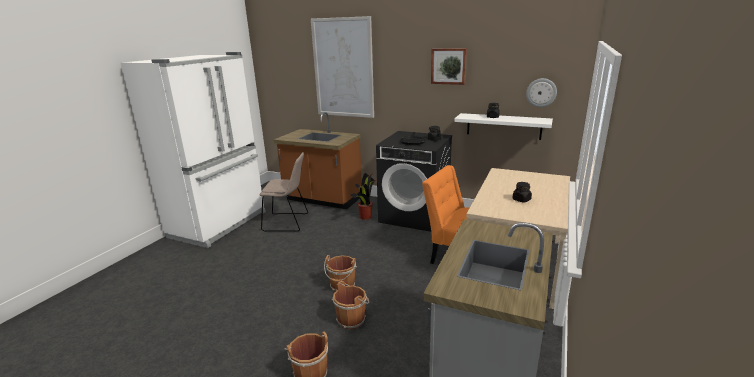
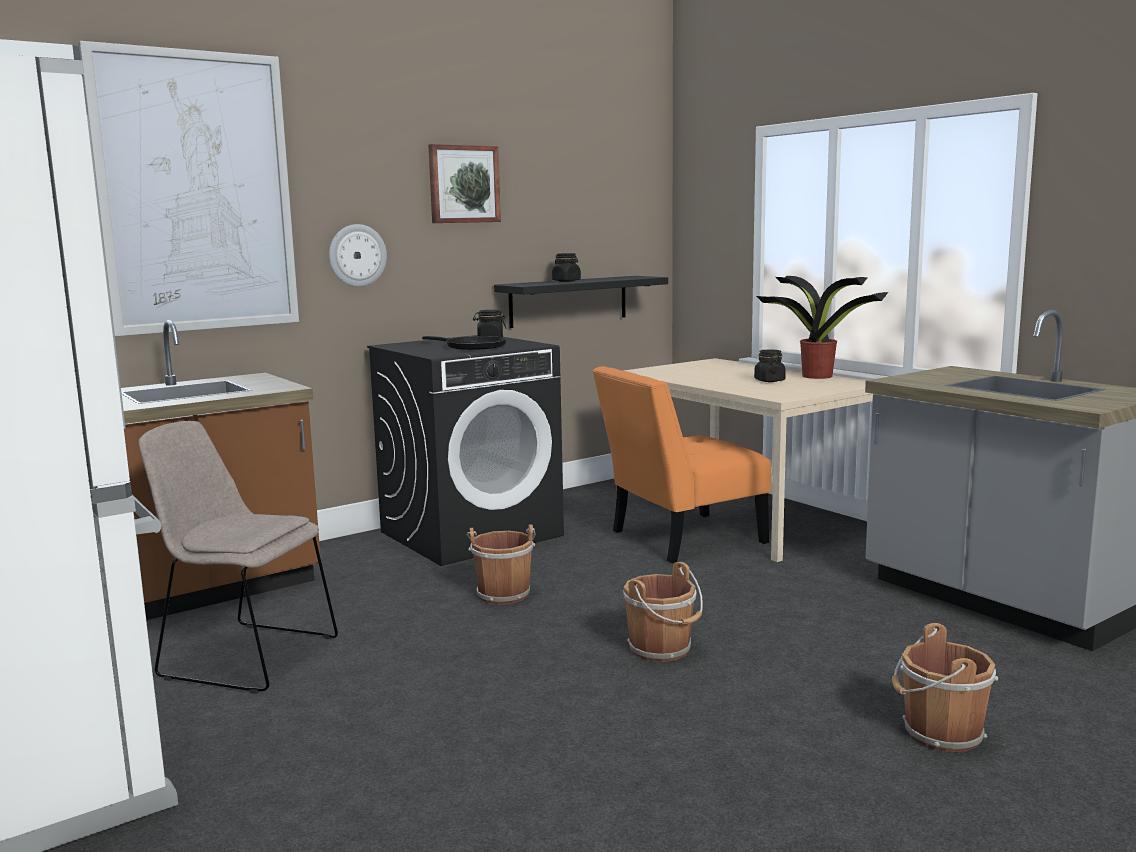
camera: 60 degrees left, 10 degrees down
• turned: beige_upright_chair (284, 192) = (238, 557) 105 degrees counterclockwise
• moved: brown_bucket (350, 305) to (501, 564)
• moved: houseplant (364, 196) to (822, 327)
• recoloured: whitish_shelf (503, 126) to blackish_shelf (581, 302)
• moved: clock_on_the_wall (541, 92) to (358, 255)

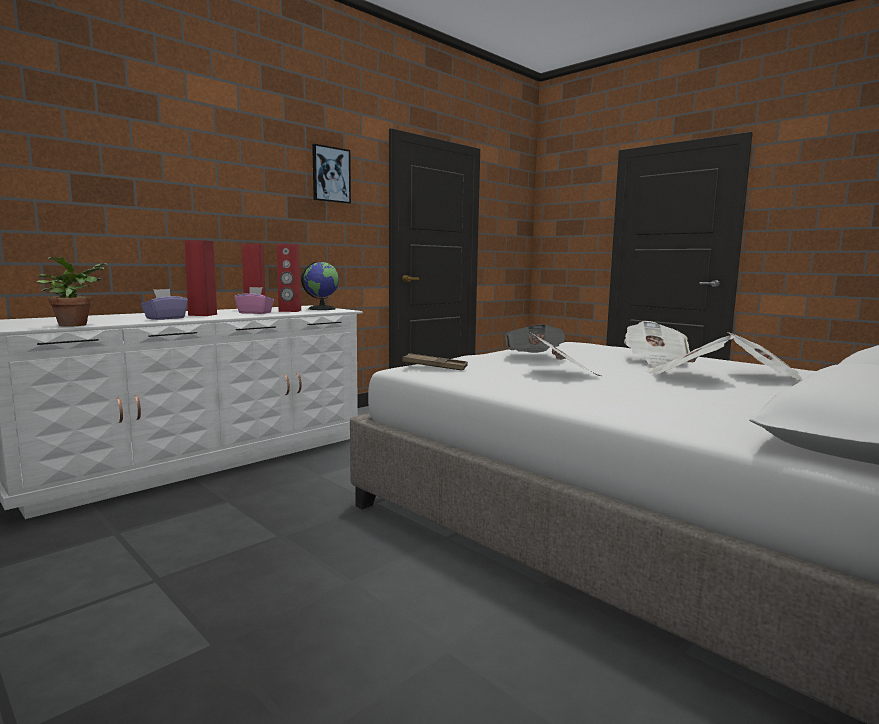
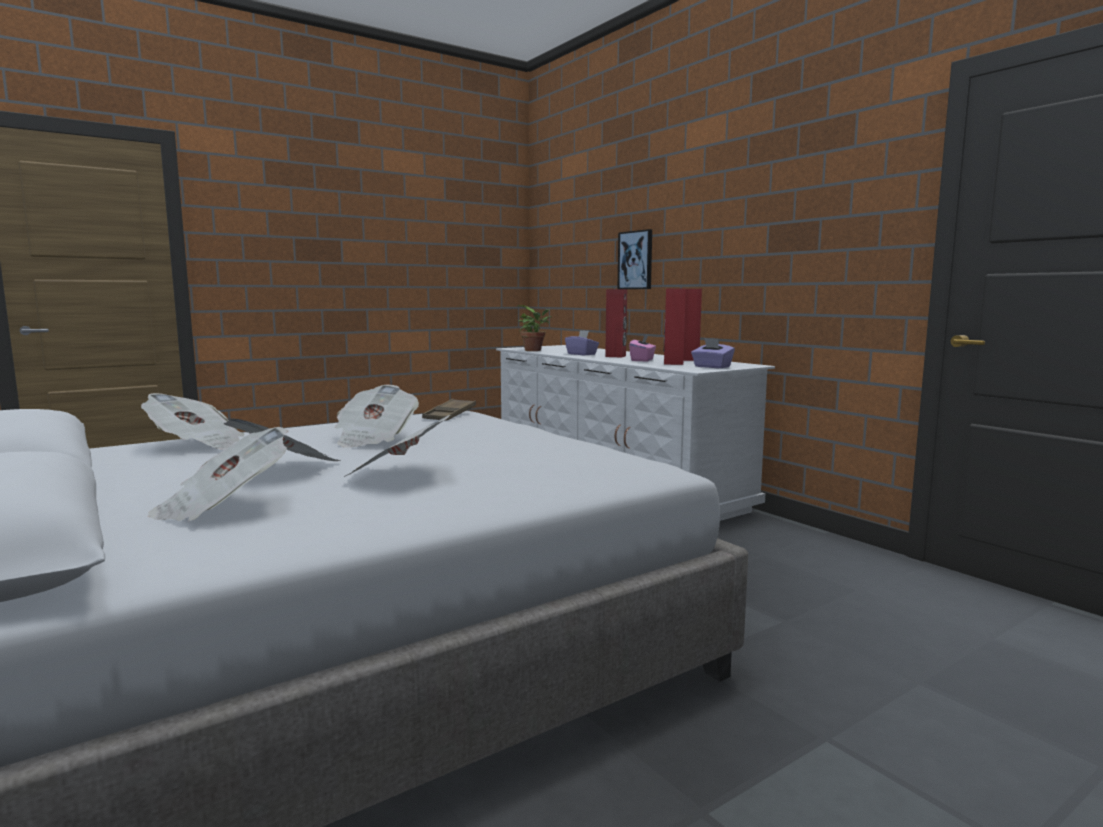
camera: 100 degrees right, 0 degrees up
• replaced: globe (320, 286) to purple_tissue_box (713, 353)
• moved: wall_art (331, 174) to (635, 259)
• moved: daily_paper (535, 338) to (193, 421)

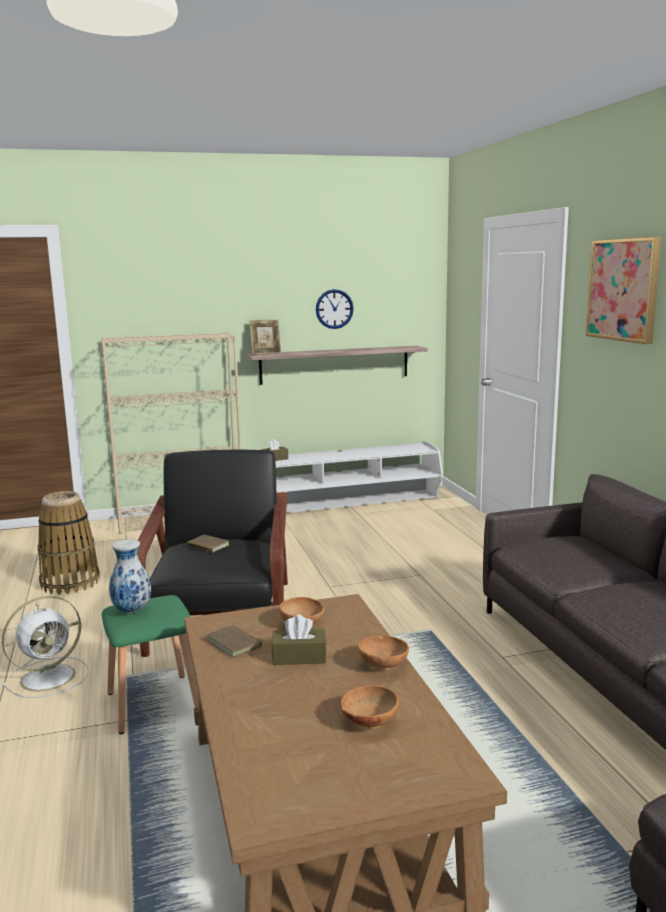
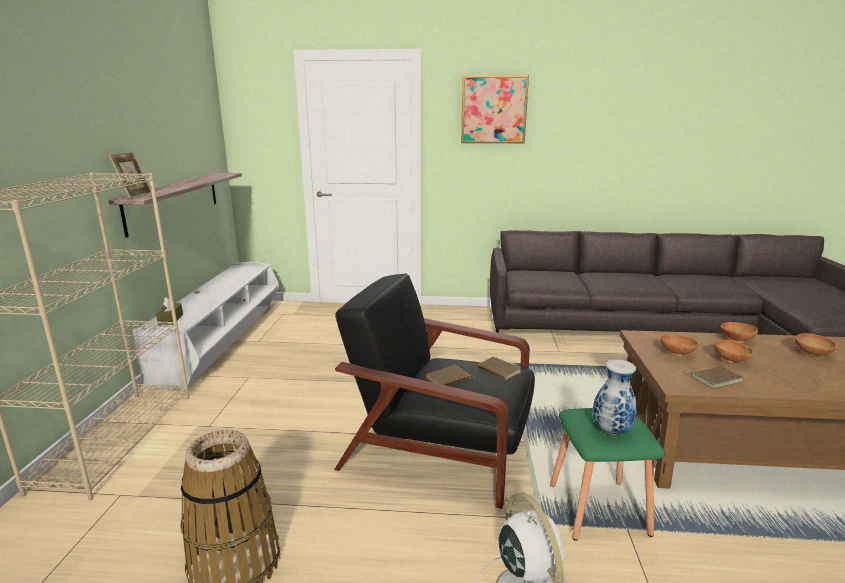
camera: 70 degrees left, 5 degrees up
• replaced: brown_tissue_box (299, 640) to brown_bowl (734, 351)
• removed: clock_on_the_wall (335, 309)
• added: brown_volume (499, 368)

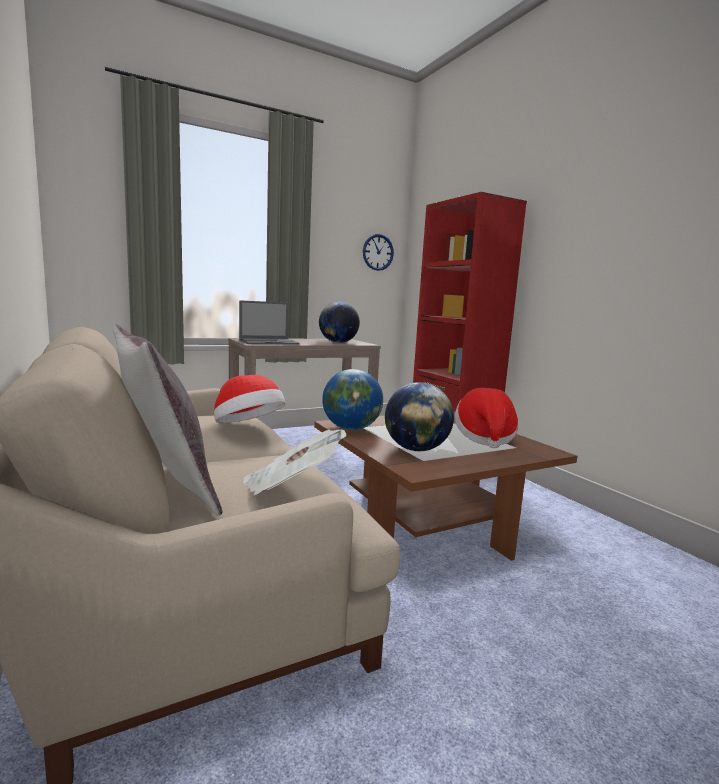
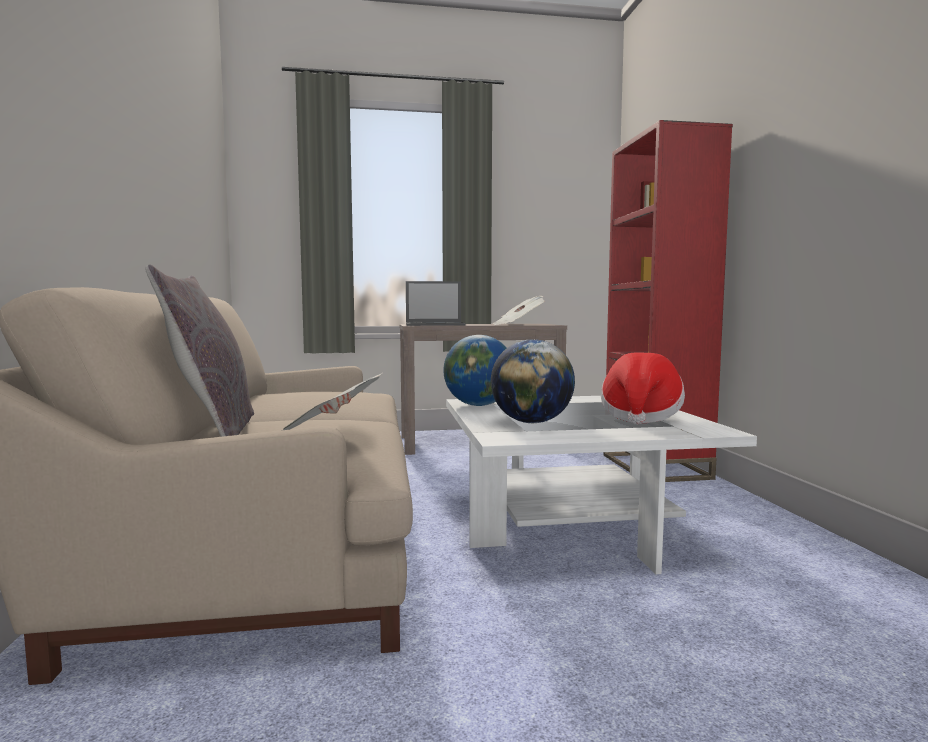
camera: 20 degrees right, 5 degrees down
• removed: wearable_hat (250, 399)
• recoloured: brown_low_table (446, 486) to whitish_low_table (601, 485)
• replaced: globe (339, 322) to daily_paper (518, 310)
• removed: clock_on_the_wall (378, 252)

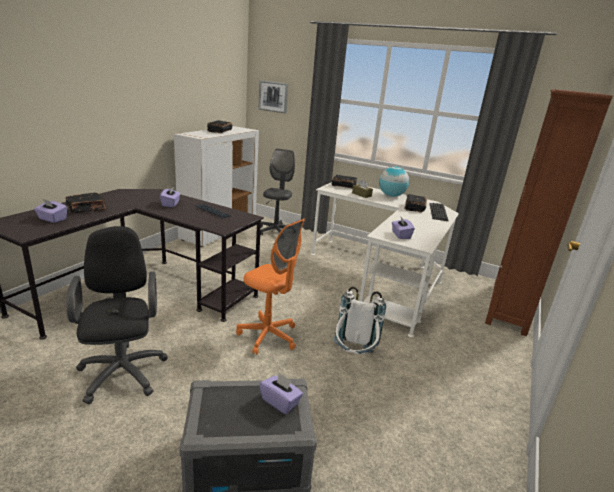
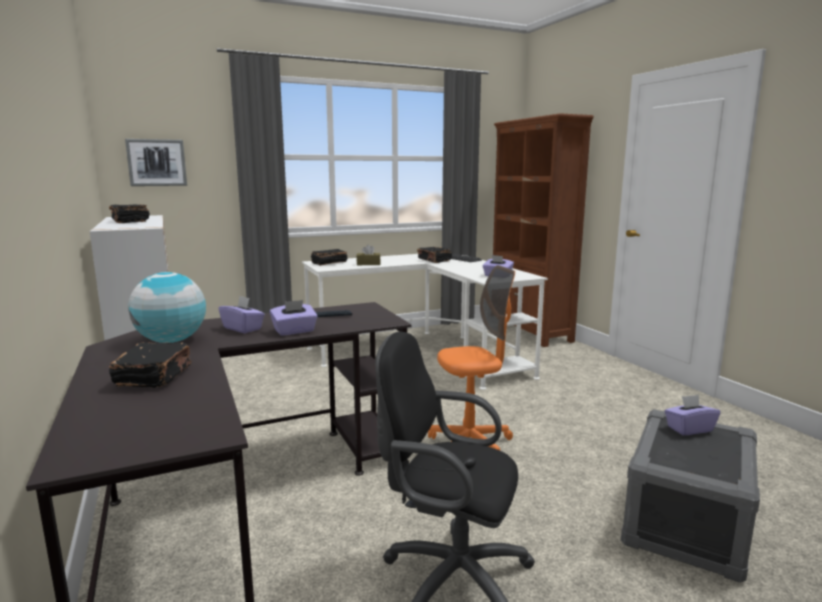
camera: 50 degrees left, 10 degrees down
• moved: purple_tissue_box (50, 211) to (294, 318)
• removed: greyish_computer_chair (277, 192)
• removed: whitish_backpack (359, 320)
• moved: globe (394, 182) to (167, 307)

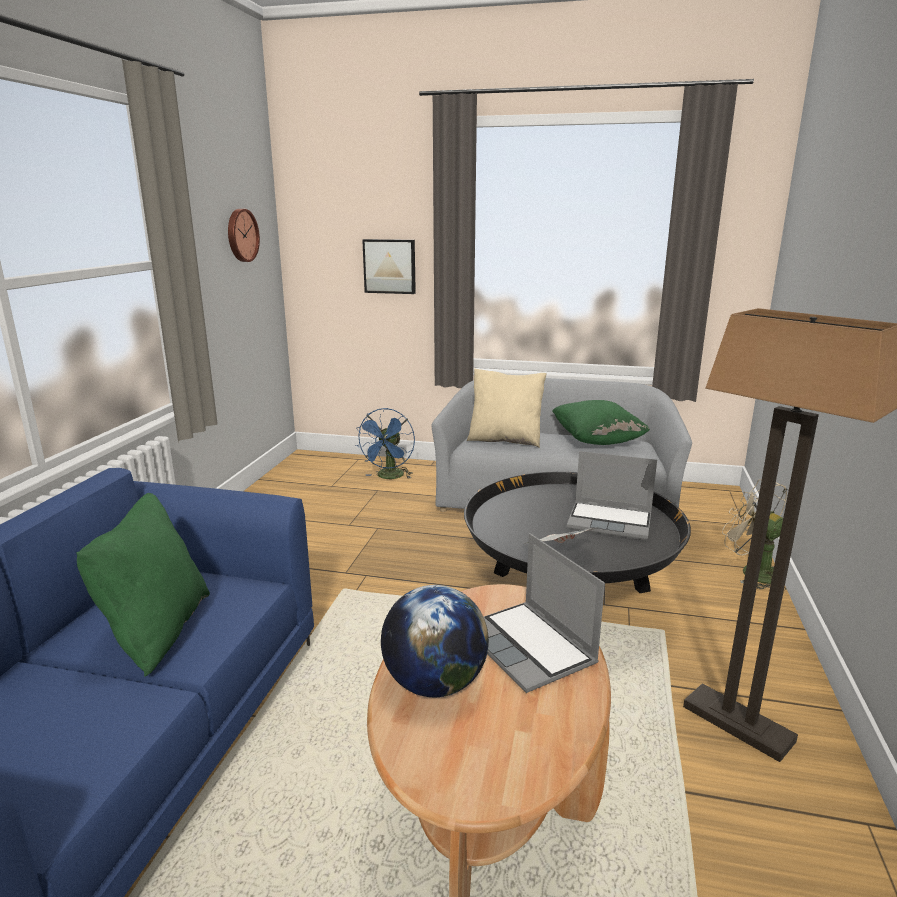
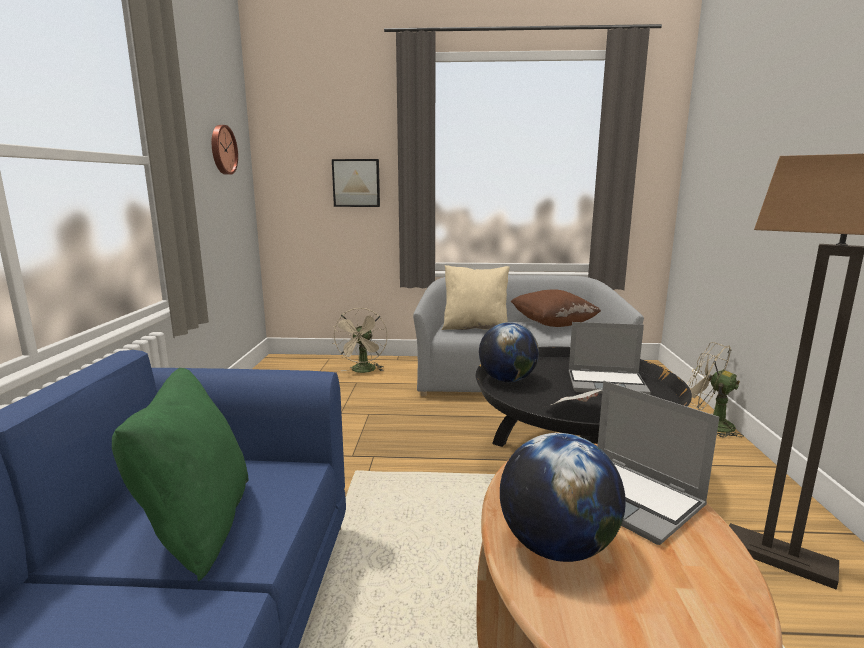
camera: 10 degrees left, 5 degrees down
• recoloured: blue_fan (385, 443) to beige_fan (360, 340)
• recoloured: green_pillow (601, 422) to brown_pillow (556, 308)
• added: globe (509, 352)

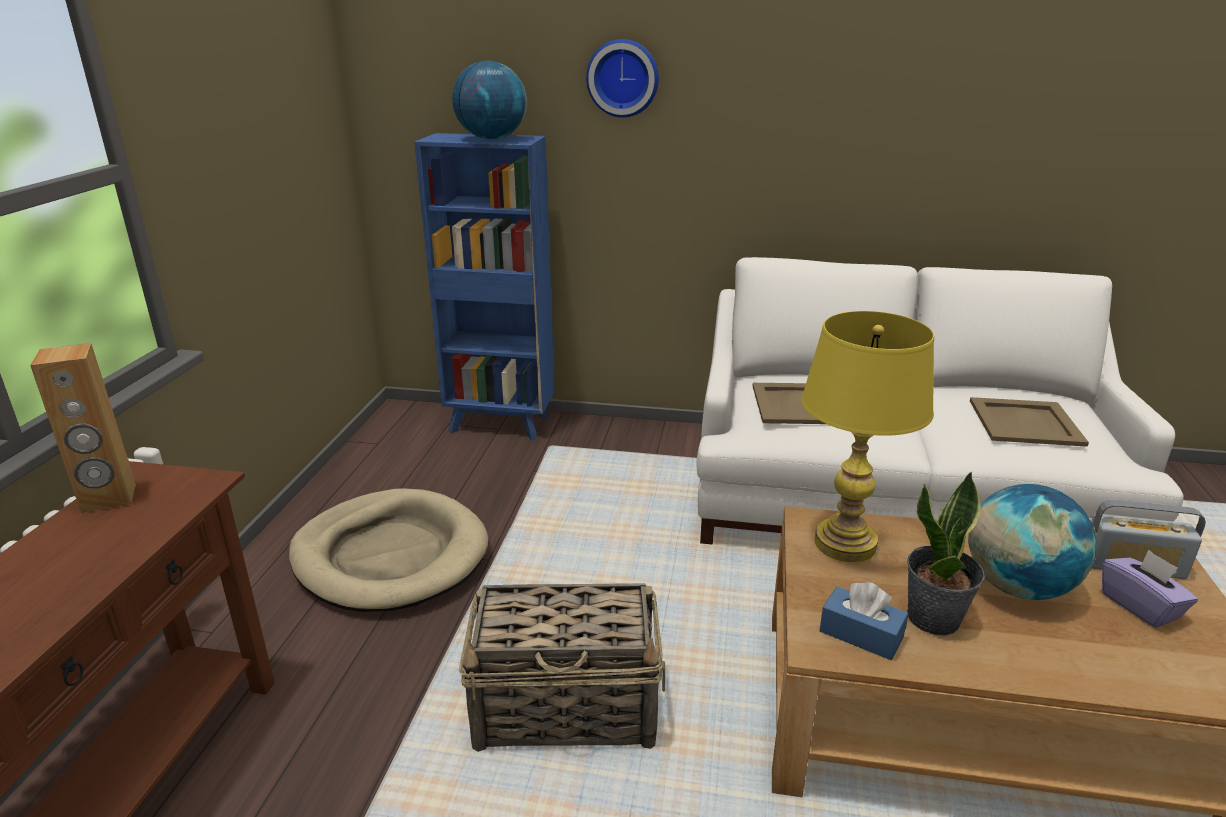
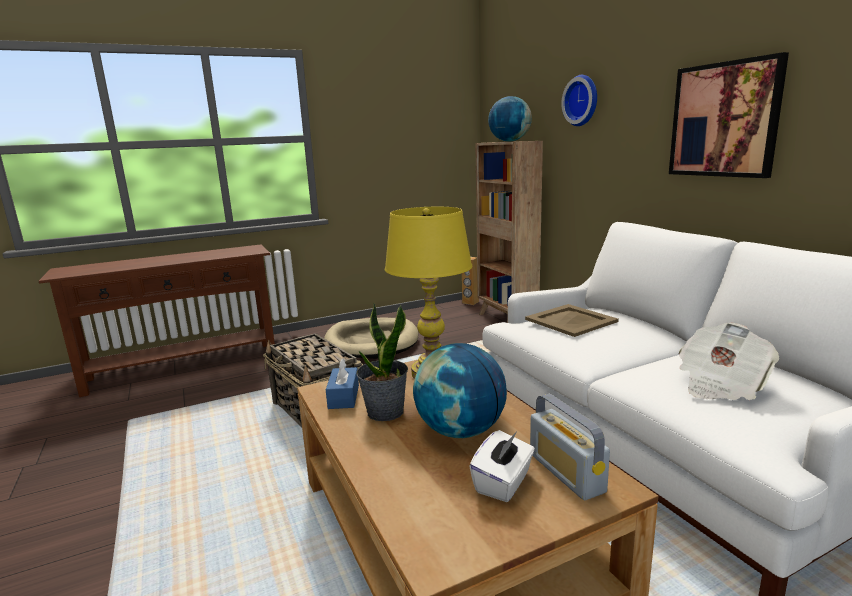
camera: 55 degrees right, 10 degrees down
• moved: brown_speaker (83, 428) to (470, 281)
• recoloured: blue_bookcase (484, 286) to brown_bookcase (509, 232)
• replaced: beige_serving_tray (1029, 422) to daily_paper (728, 361)
• recoloured: purple_tissue_box (1150, 589) to whitish_tissue_box (502, 466)
• added: wall_art (729, 115)

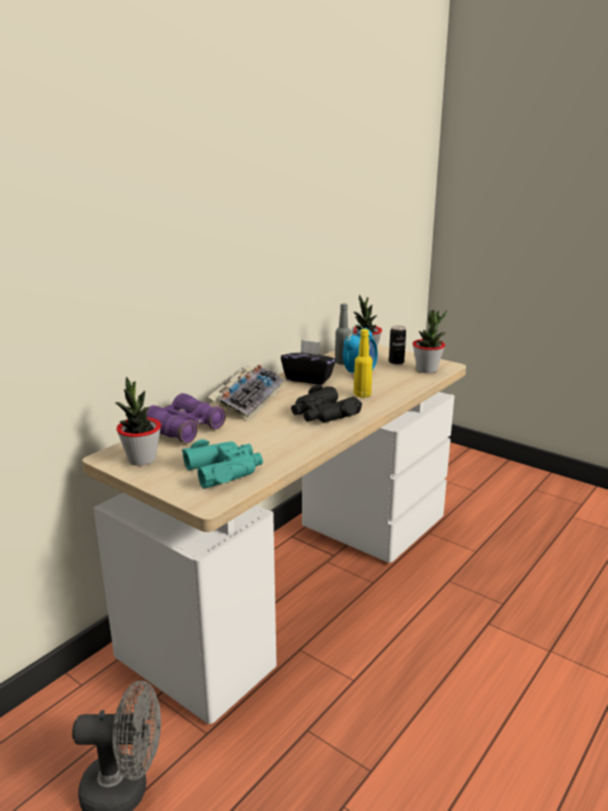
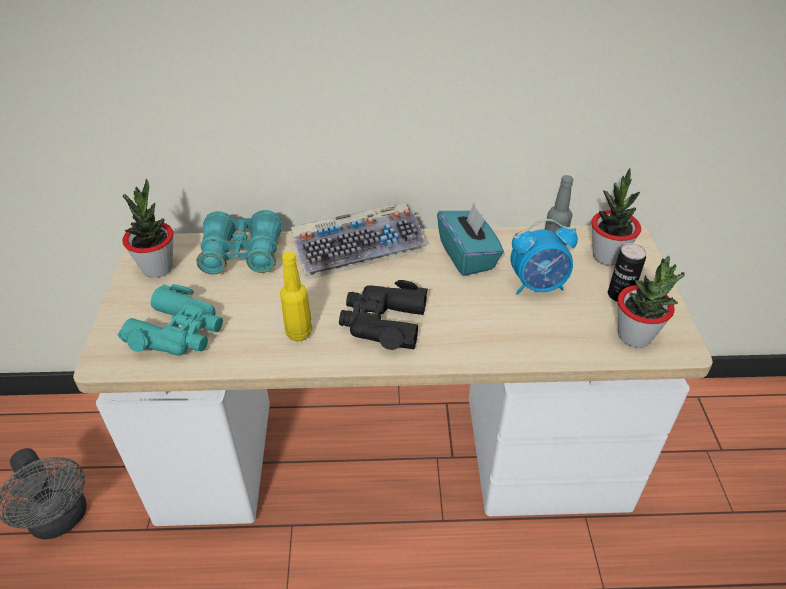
camera: 50 degrees right, 20 degrees up
• recoloured: purple_binoculars (186, 418) to turquoise_binoculars (239, 242)
• recoloured: blackish_tissue_box (308, 362) to turquoise_tissue_box (470, 240)
• moved: yellow-coloured_drink_bottle (362, 363) to (296, 296)

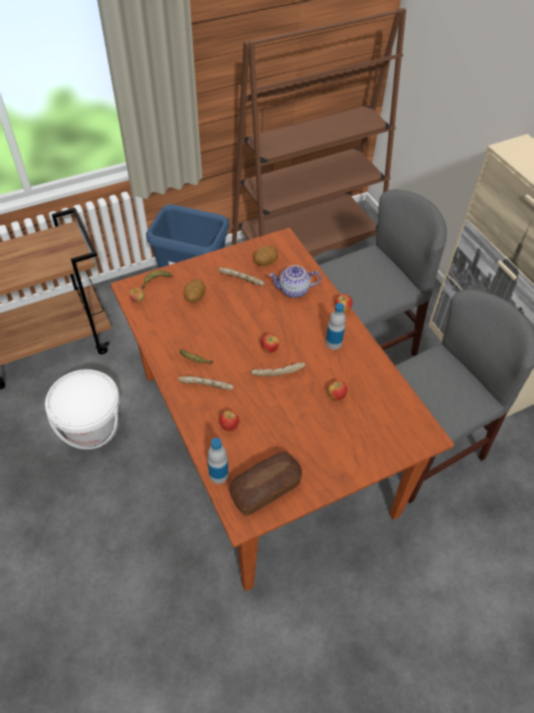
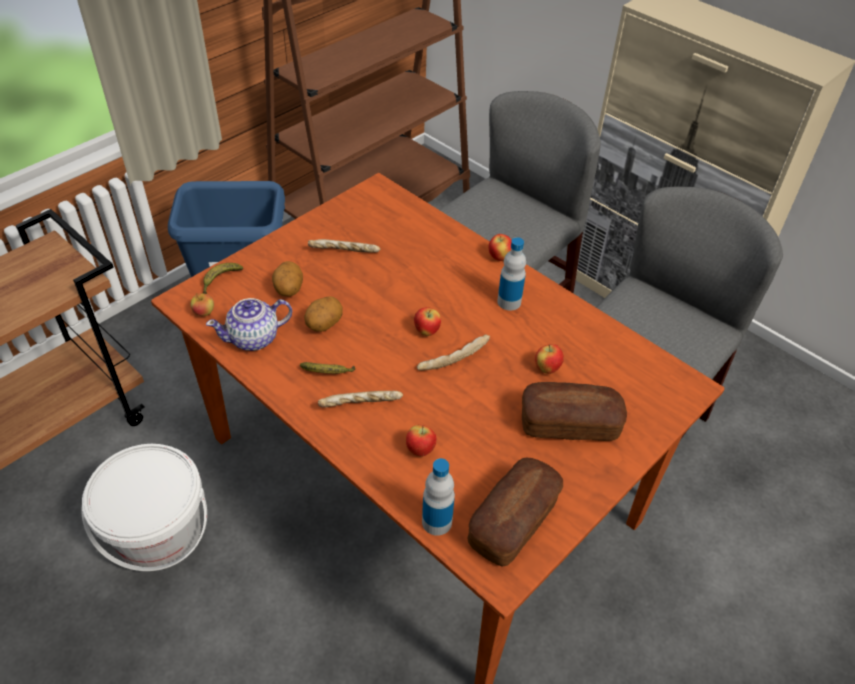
camera: 20 degrees left, 5 degrees down
• moved: whole_potato (265, 256) to (323, 314)
• moved: tea_pot (295, 281) to (249, 324)
• added: baked_bread (574, 411)

